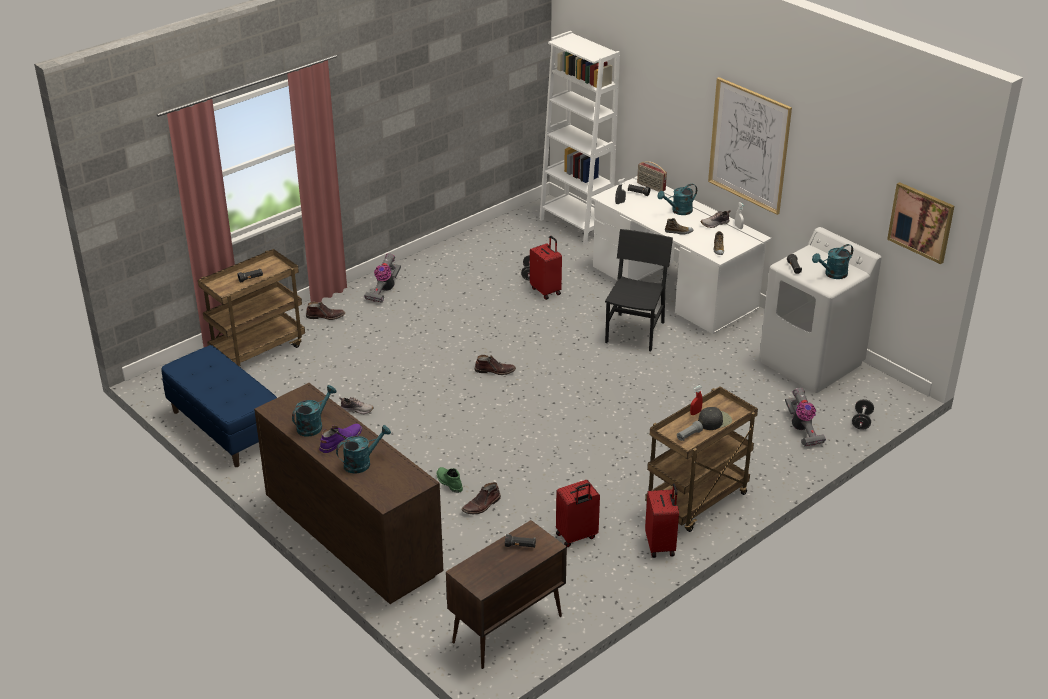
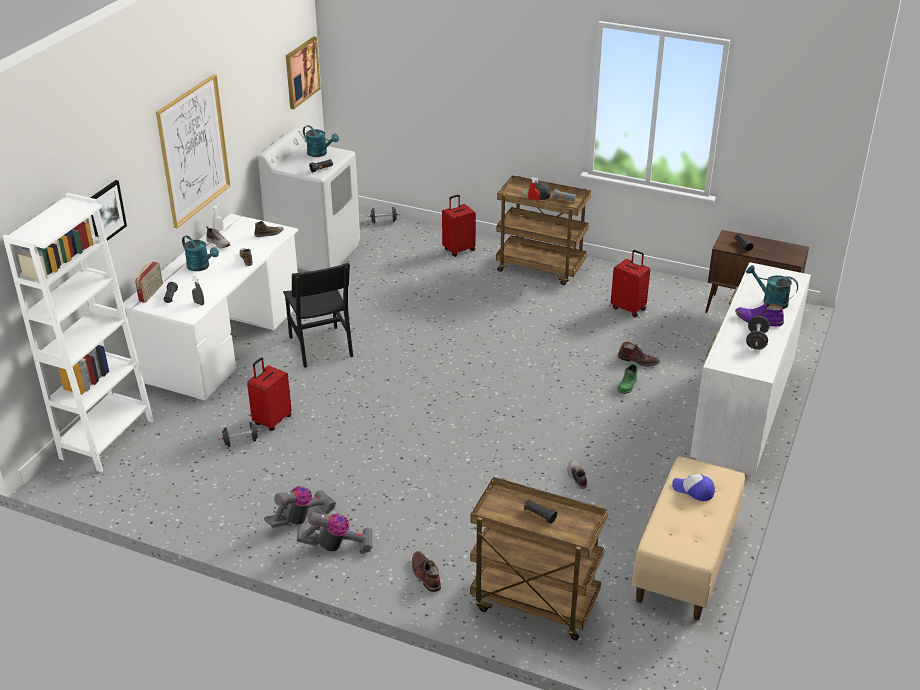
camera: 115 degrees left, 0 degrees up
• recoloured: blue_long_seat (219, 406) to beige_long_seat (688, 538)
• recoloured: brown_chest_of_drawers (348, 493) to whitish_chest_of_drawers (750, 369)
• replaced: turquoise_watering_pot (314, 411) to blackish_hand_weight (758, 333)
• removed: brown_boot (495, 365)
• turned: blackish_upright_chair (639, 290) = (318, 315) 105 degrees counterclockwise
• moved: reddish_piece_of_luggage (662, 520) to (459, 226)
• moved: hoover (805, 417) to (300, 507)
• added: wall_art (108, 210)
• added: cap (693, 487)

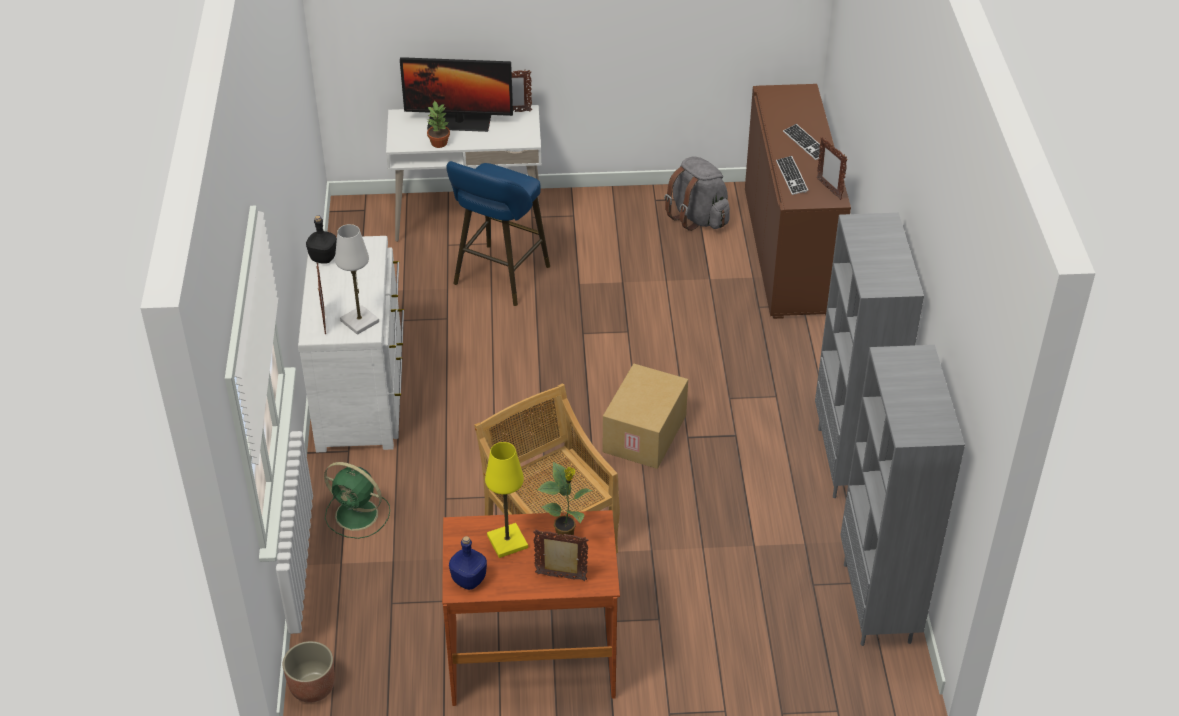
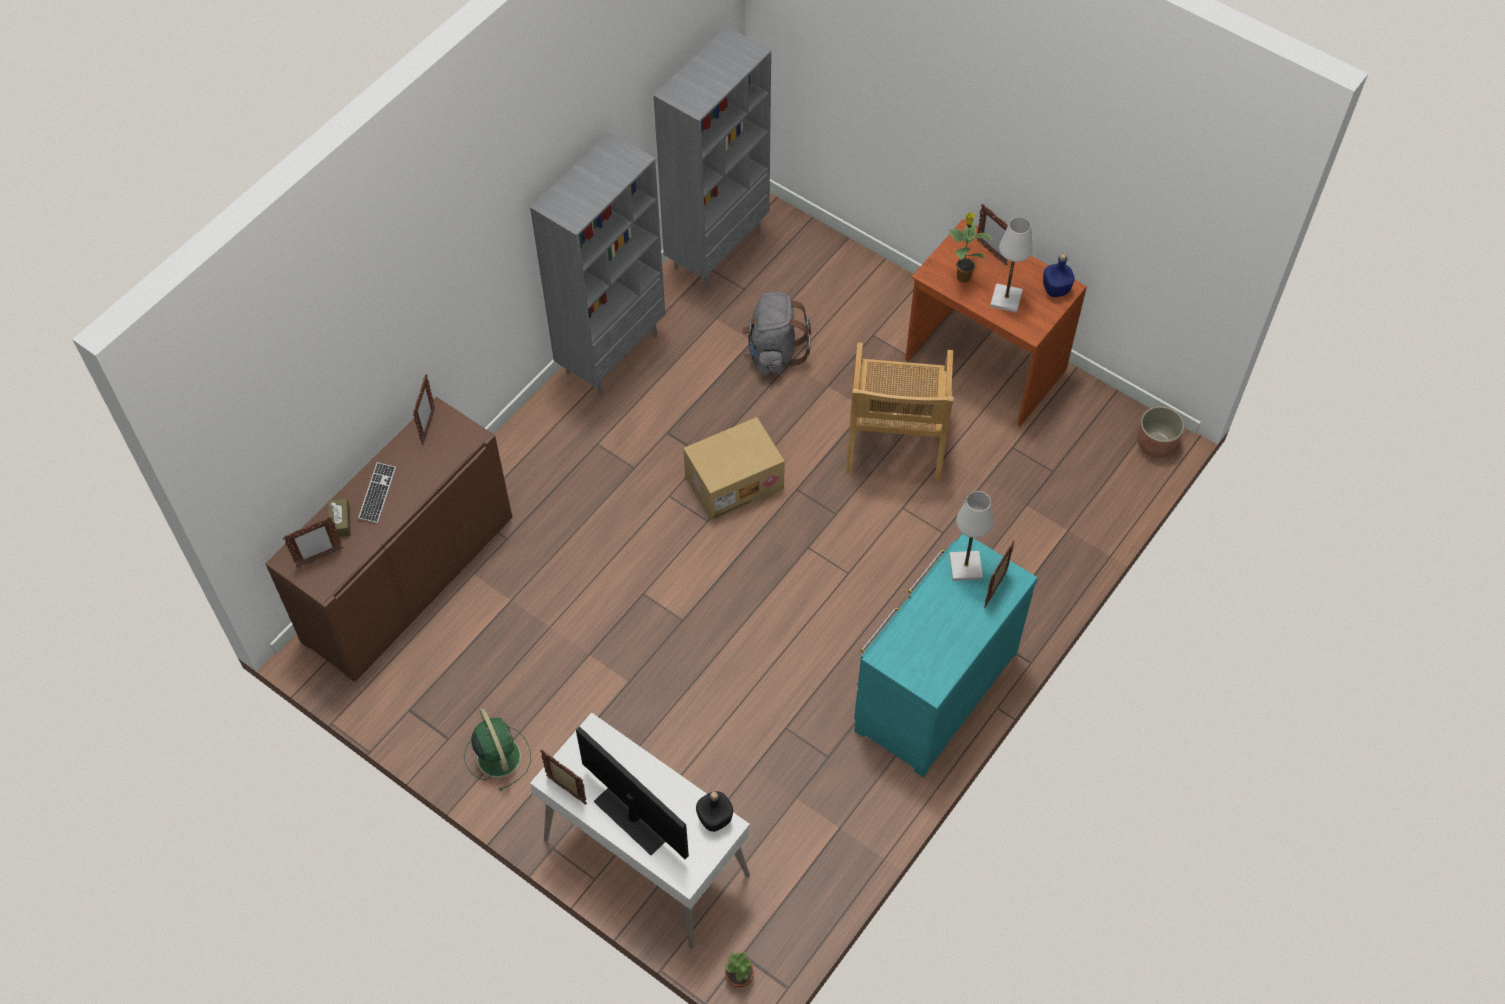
camera: 140 degrees left, 15 degrees up
• recoloured: whitish_chest_of_drawers (351, 344) to turquoise_chest_of_drawers (946, 655)
• moved: blackish_drink_bottle (321, 240) to (714, 811)
• moved: green_fan (357, 500) to (497, 749)
• moved: houseplant (438, 124) to (739, 969)
• removed: blue_sitting_stool (498, 233)
• recoloured: yellow-coloured_tabletop_lamp (506, 500) to whitish_tabletop_lamp (1011, 265)
• moved: greyish_backpack (697, 193) to (776, 334)
• removed: computer_keyboard (792, 175)
• added: standing_frame (313, 542)
• added: brown_tissue_box (339, 517)

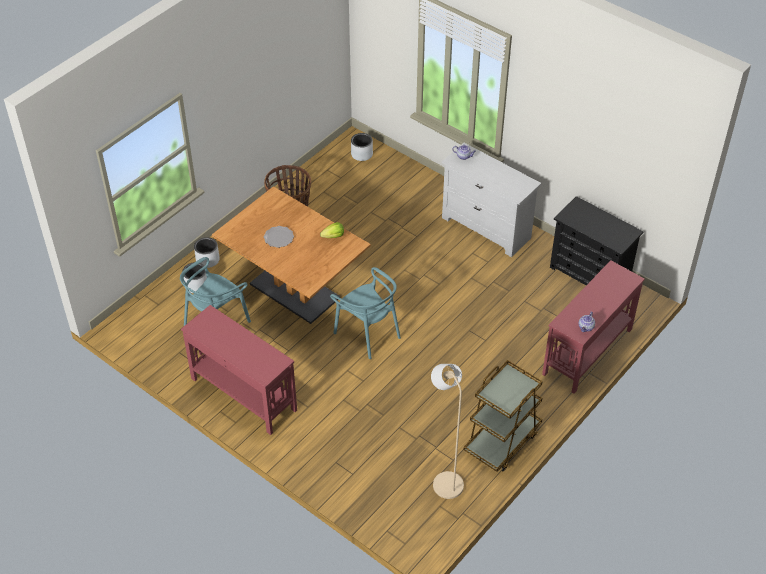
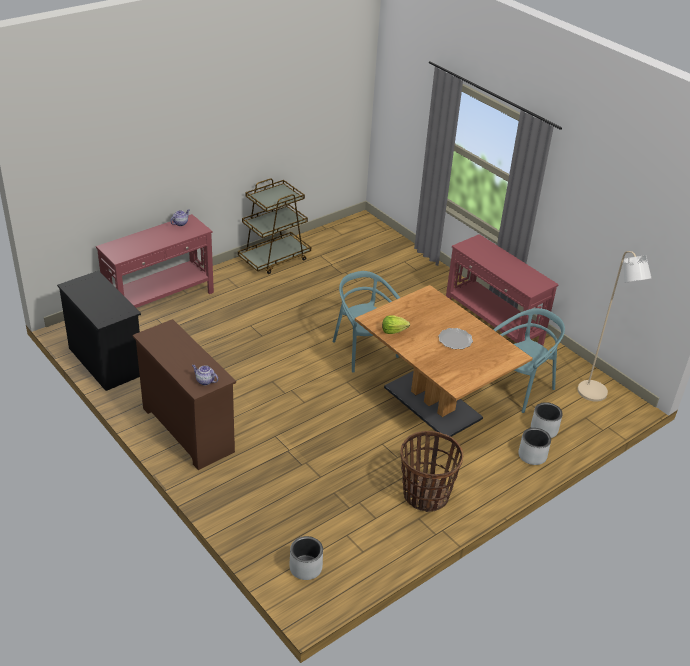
camera: 170 degrees left, 10 degrees down
• moved: beige_standing_lamp (447, 431) to (614, 326)
• recoloured: whitish_chest_of_drawers (491, 200) to brown_chest_of_drawers (184, 394)

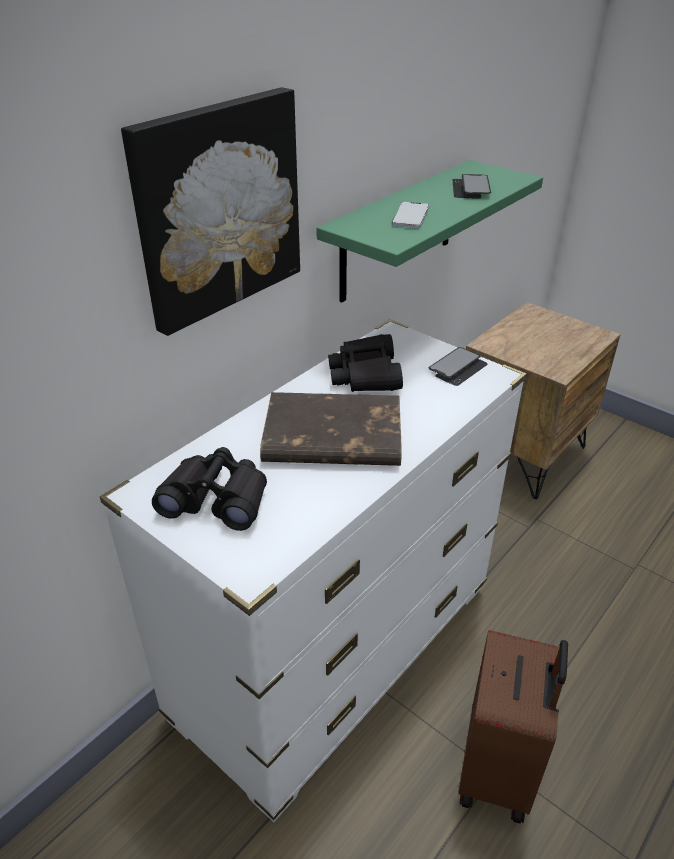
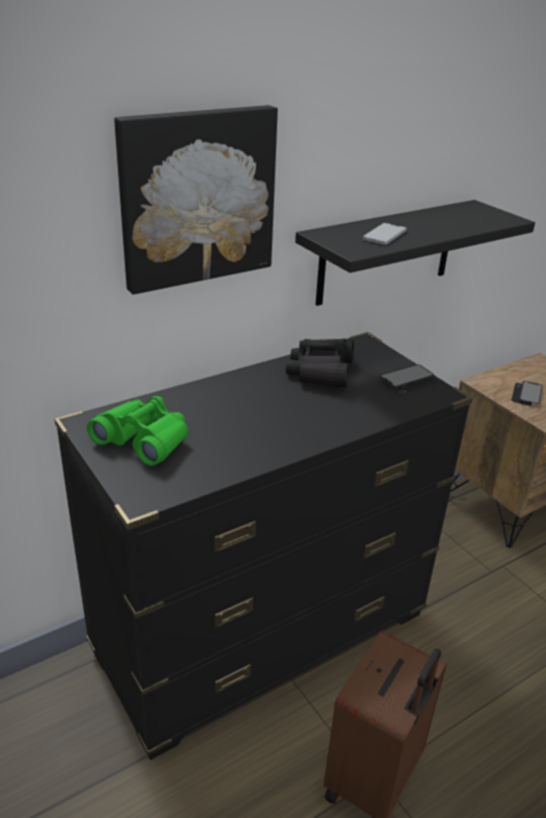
camera: 15 degrees right, 5 degrees down
• recoloured: whitish_chest_of_drawers (313, 570) to blackish_chest_of_drawers (264, 546)
• recoloured: blackish_binoculars (209, 489) to green_binoculars (137, 431)
• removed: brown_volume (331, 429)
• recoloured: green_shelf (429, 231) to blackish_shelf (415, 253)
• moved: phone (471, 186) to (527, 393)

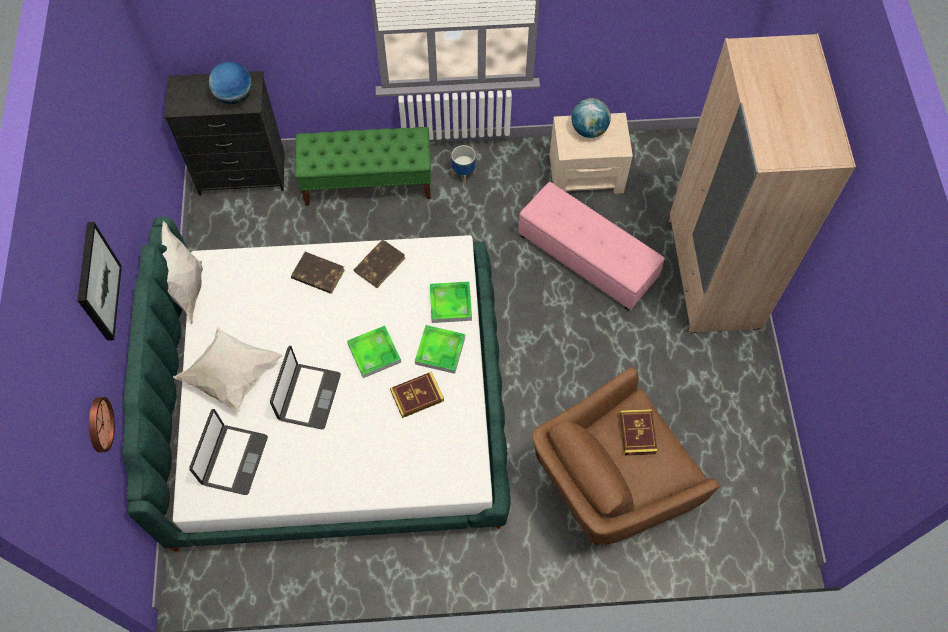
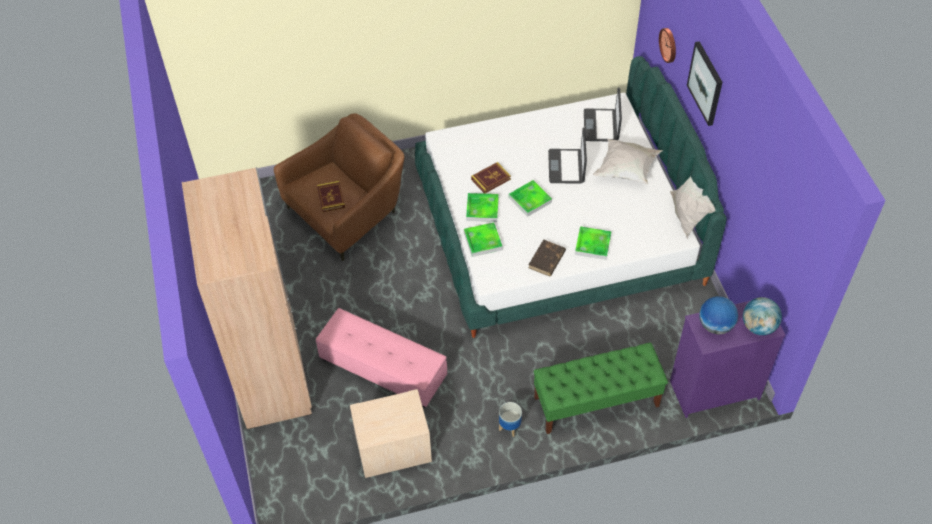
camera: 170 degrees right, 10 degrees down
• recoloured: blackish_chest_of_drawers (224, 133) to purple_chest_of_drawers (727, 357)
• replaced: brown_volume (318, 273) to serving_tray (593, 243)
• moved: globe (591, 118) to (762, 316)

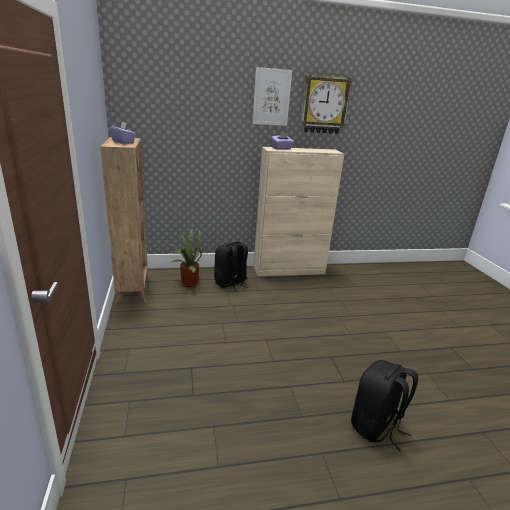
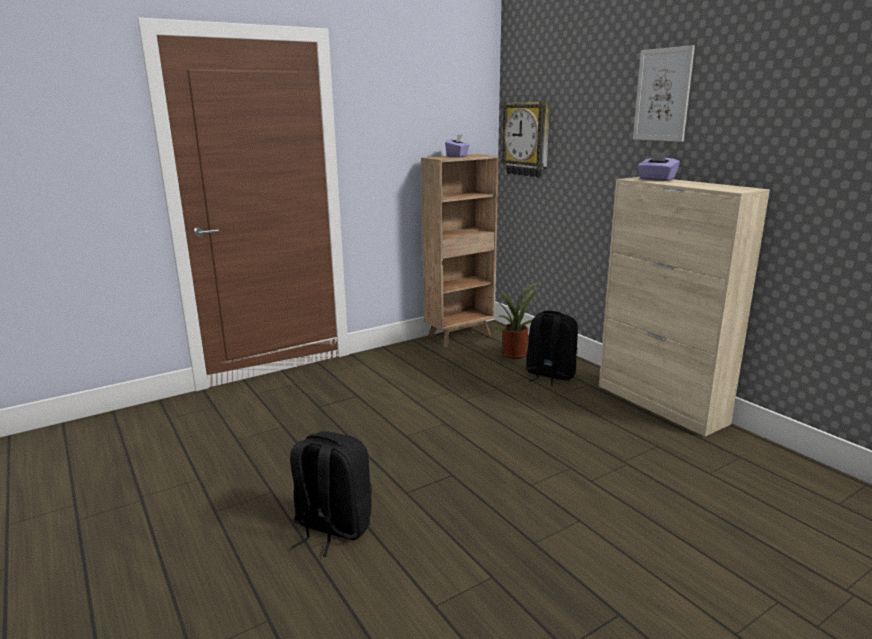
camera: 70 degrees right, 5 degrees down
• moved: clock_on_the_wall (326, 104) to (525, 140)

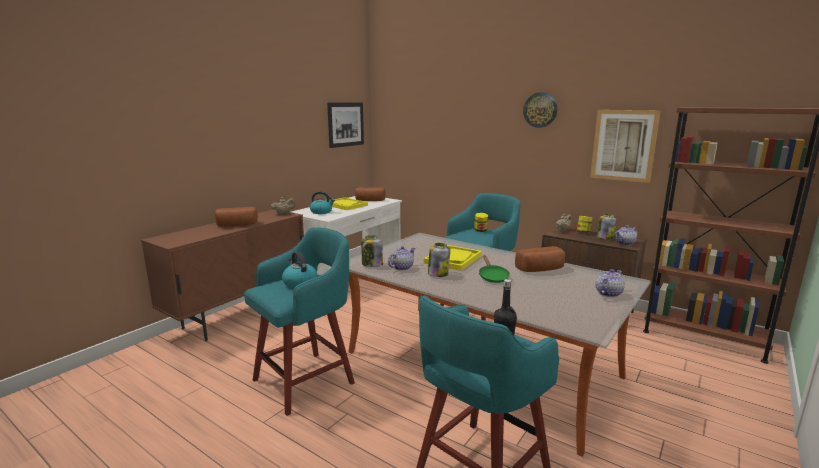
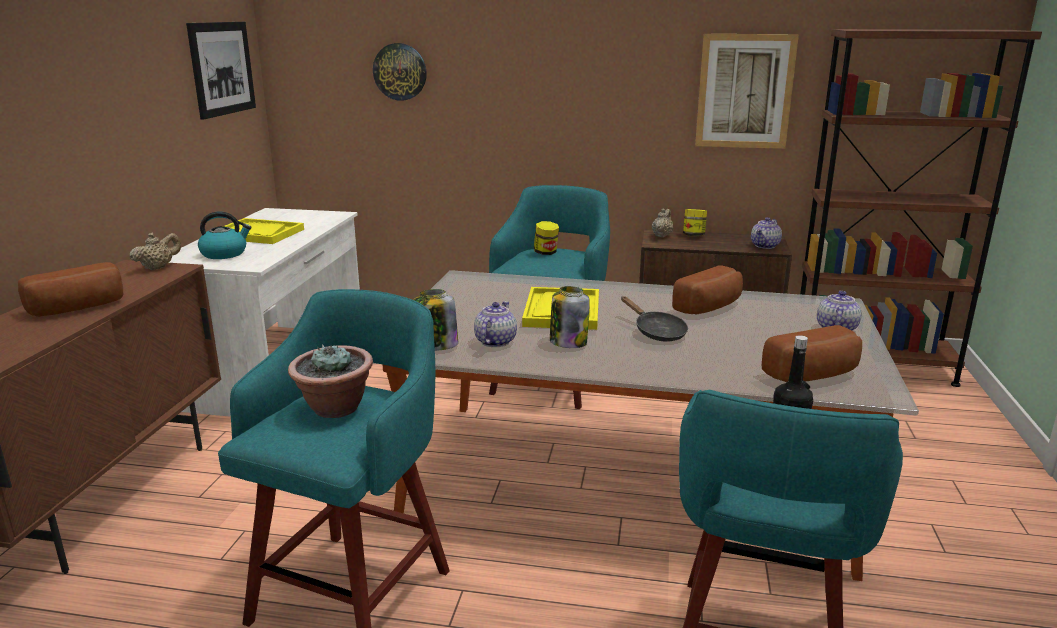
camera: 25 degrees left, 5 degrees up
• replaced: kettle (299, 269) to houseplant (330, 381)
• moved: baked_bread (370, 194) to (812, 353)
• recoloured: green_skillet (494, 269) to blackish_skillet (654, 319)
• moved: clock_on_the_wall (540, 110) to (400, 72)
• removed: storage_jar (606, 227)

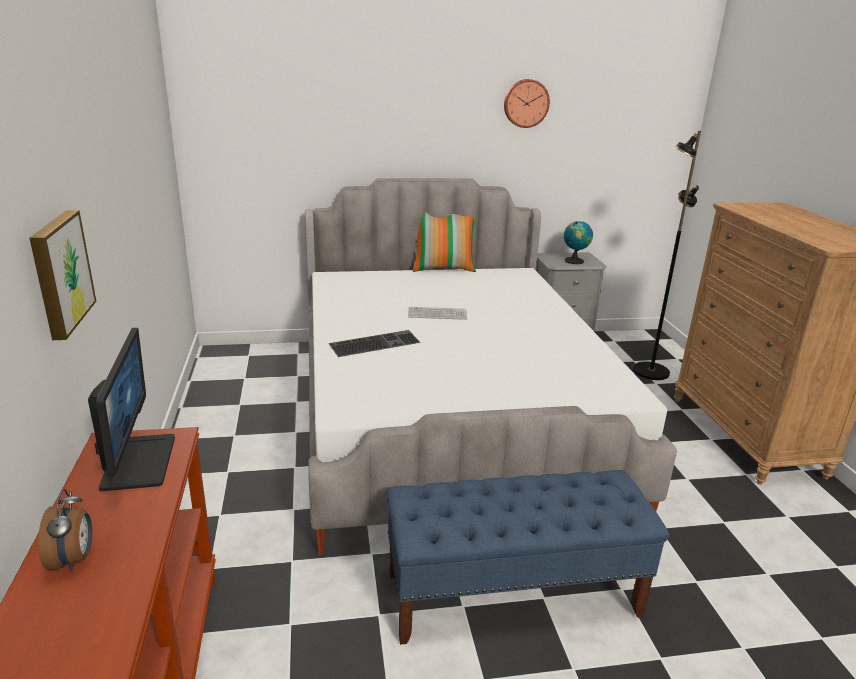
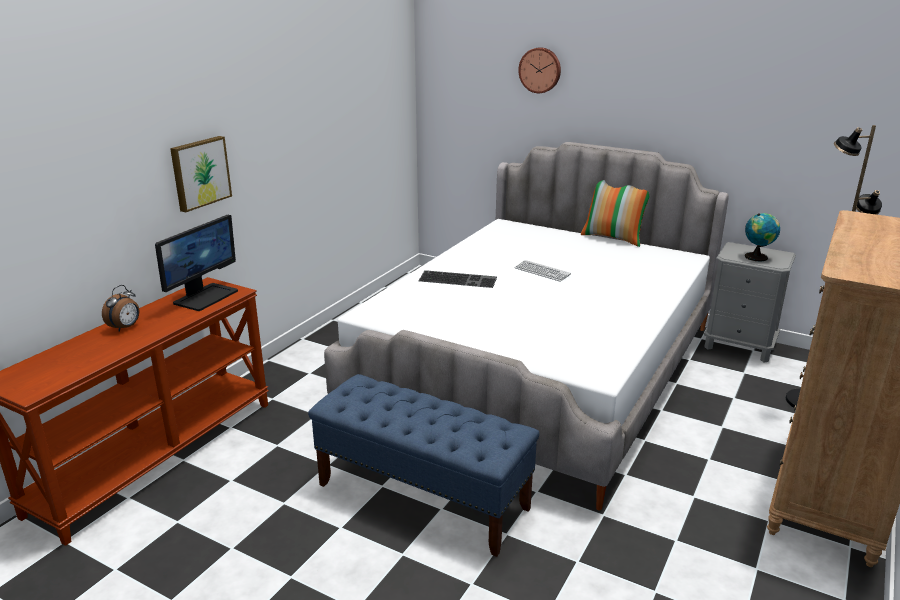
camera: 40 degrees right, 0 degrees up
• moved: clock_on_the_wall (527, 103) to (539, 70)

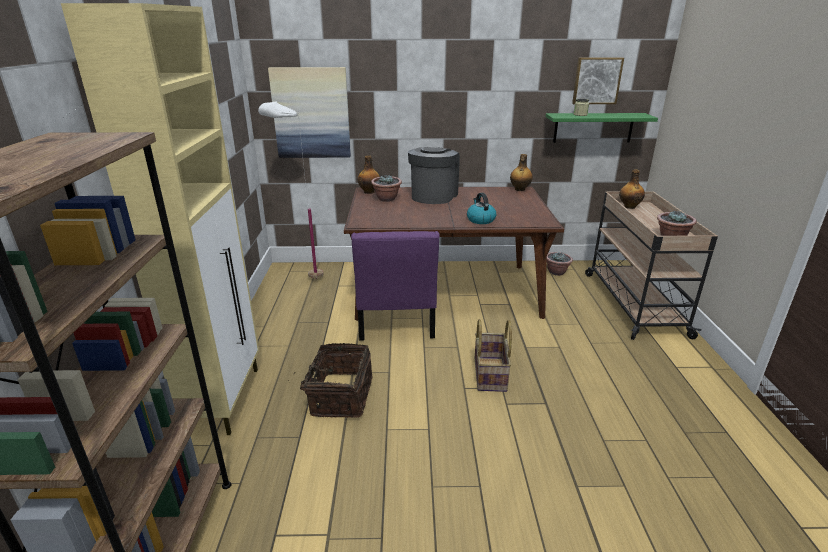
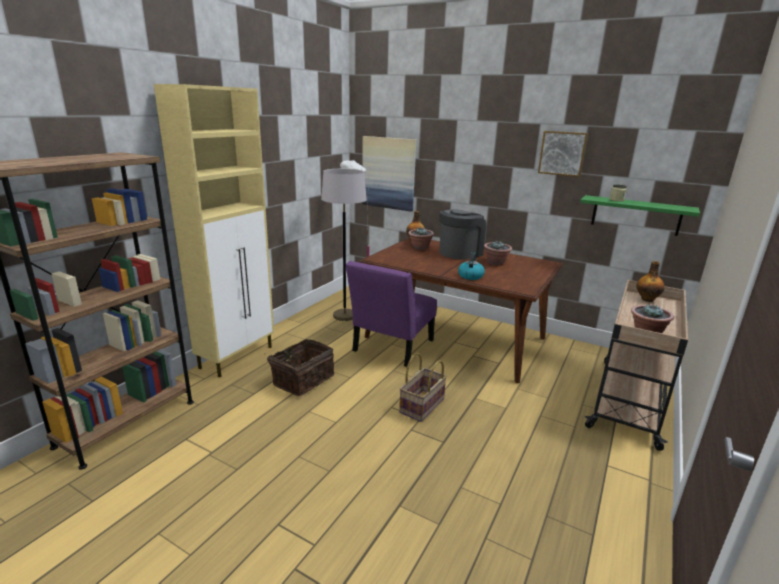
camera: 30 degrees right, 5 degrees down
• removed: drink_bottle (521, 172)
• moved: houseplant (560, 264) to (498, 253)
• moved: wall_art (598, 80) to (563, 154)
• added: greyish_standing_lamp (344, 245)

